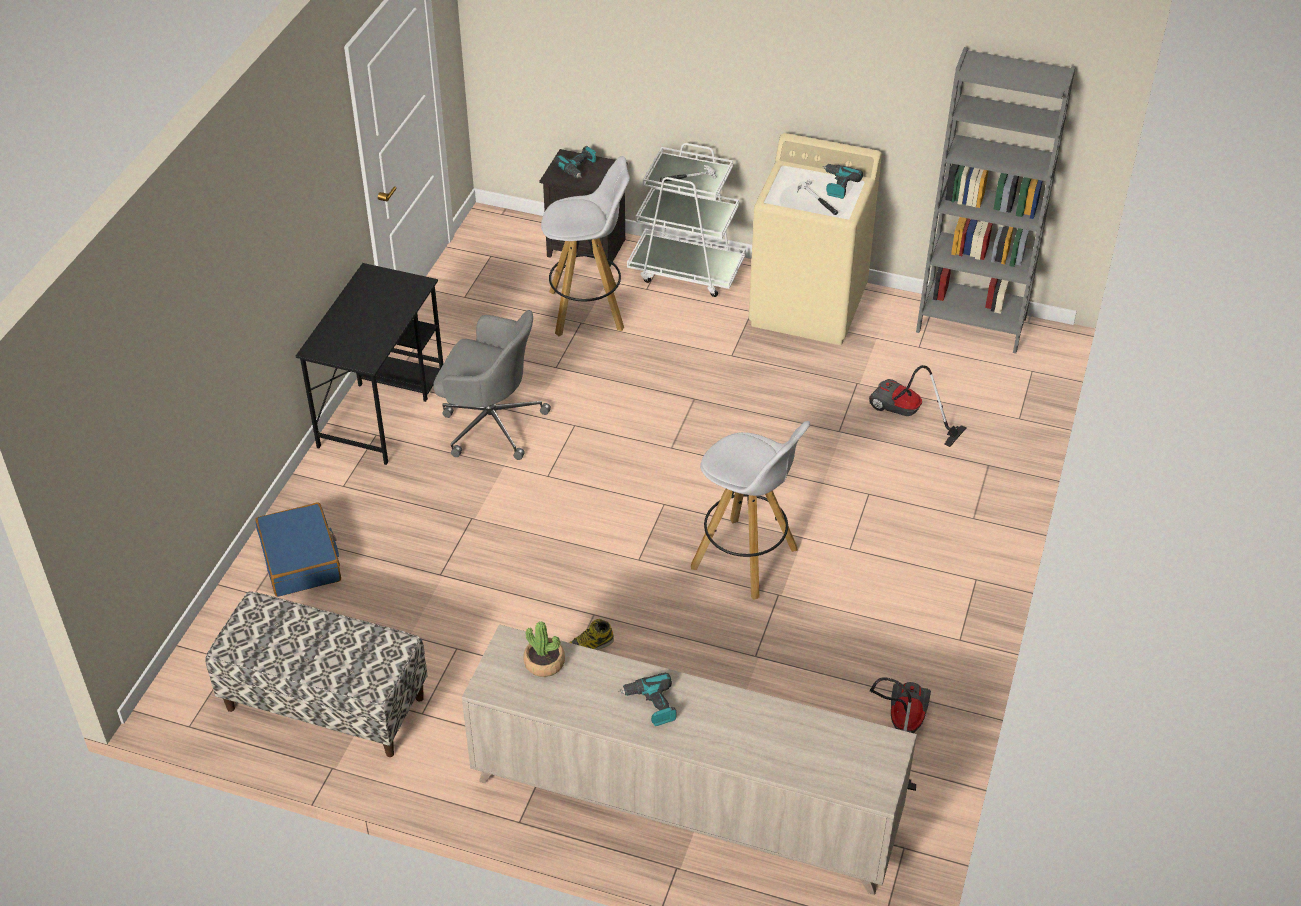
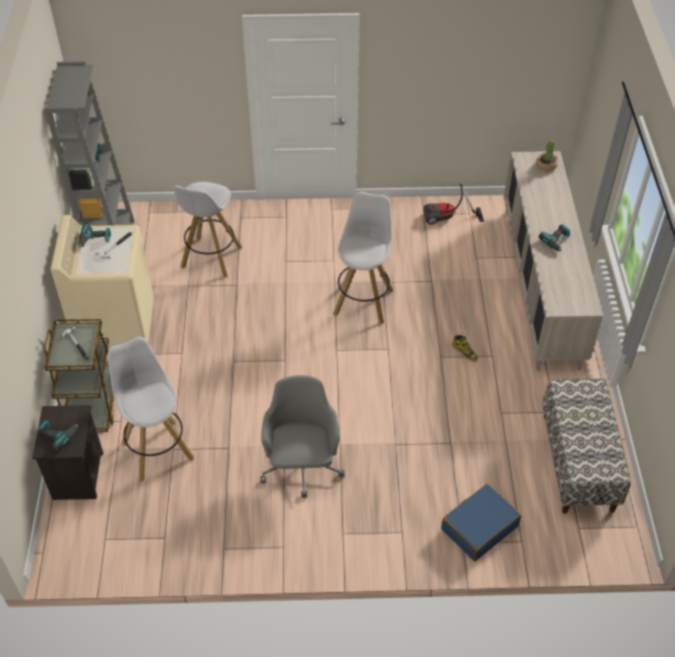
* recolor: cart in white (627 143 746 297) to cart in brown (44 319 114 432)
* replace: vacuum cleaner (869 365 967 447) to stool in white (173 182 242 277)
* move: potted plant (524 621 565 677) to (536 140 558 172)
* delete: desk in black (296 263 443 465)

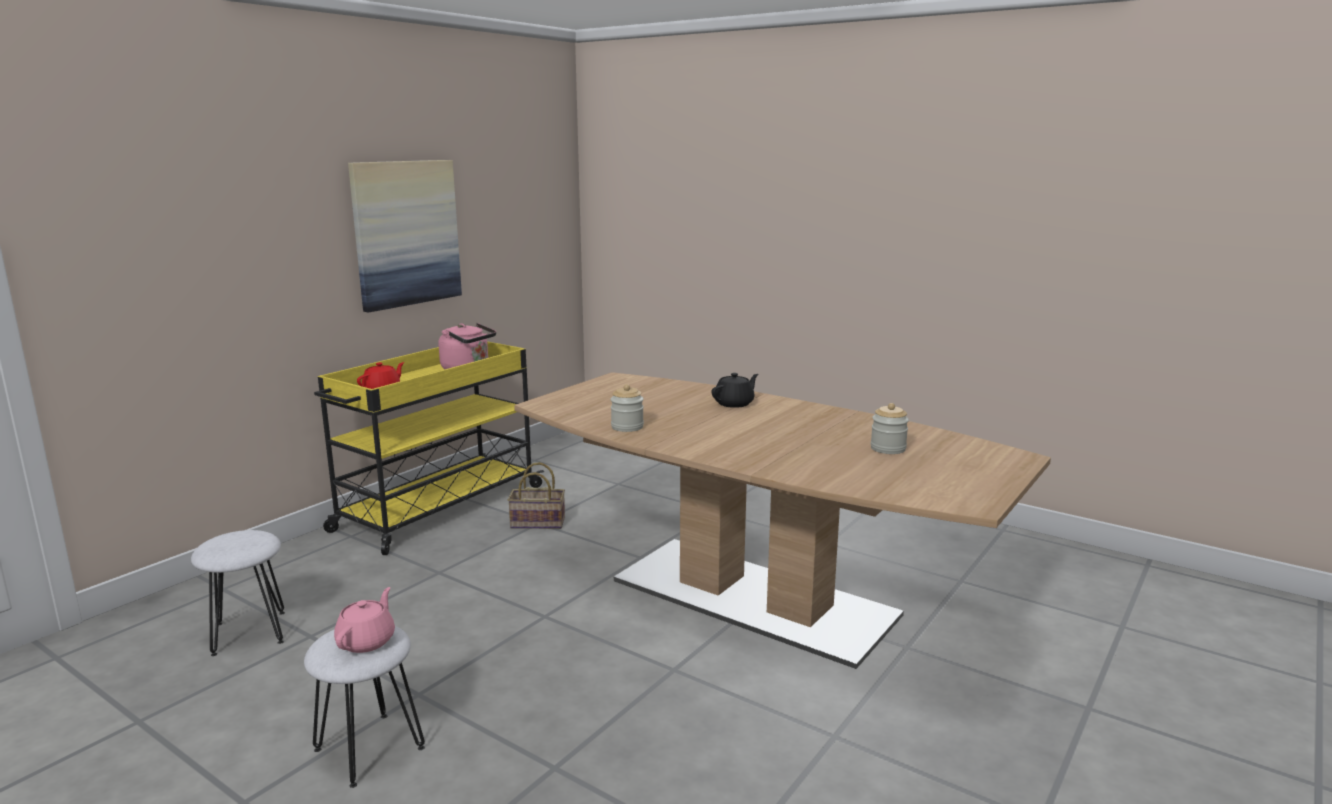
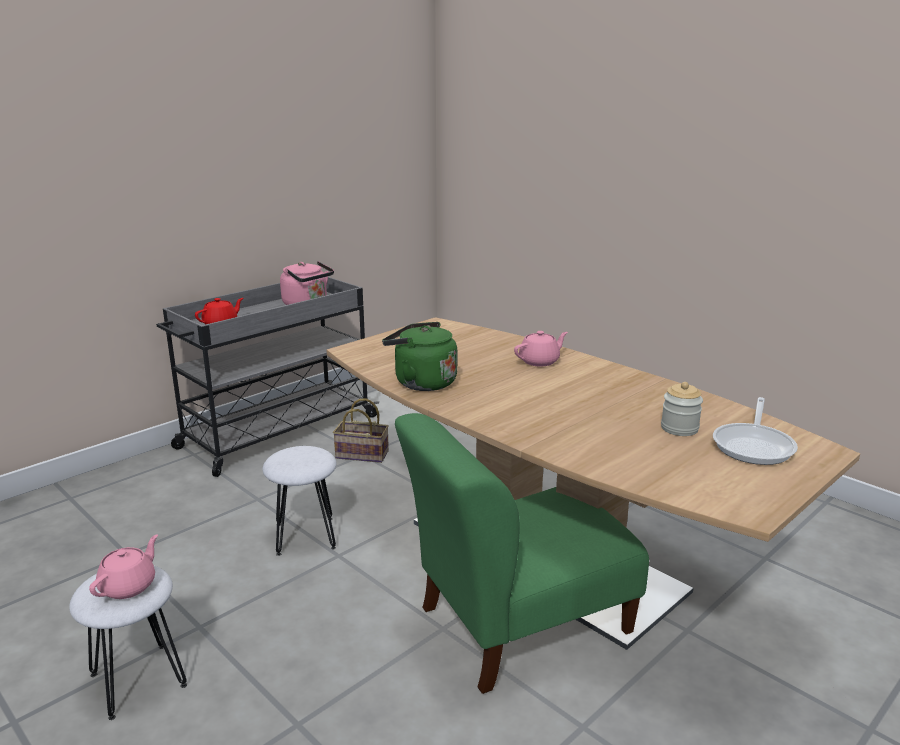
* recolor: cart in yellow (314 341 544 555) to cart in grey (156 277 379 477)
* move: stool in white (191 530 285 656) to (262 446 337 556)
* replace: jar (611 384 644 432) to kettle in green (382 322 457 391)
* insert: chair in green (395 413 649 694)
* recolor: teapot in black (711 373 758 408) to teapot in pink (514 331 568 366)
* insert: frying pan (713 397 798 465)
* delete: picture (348 160 462 312)

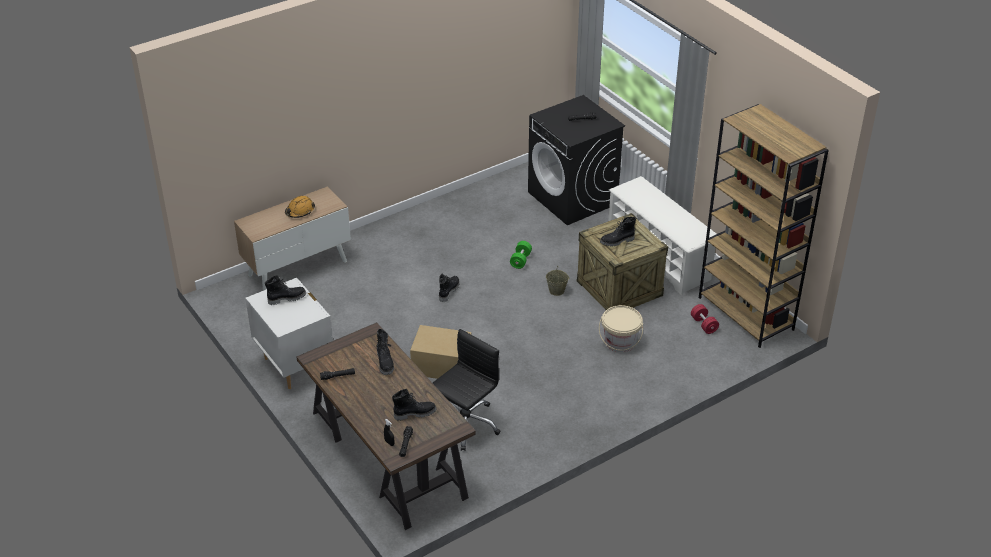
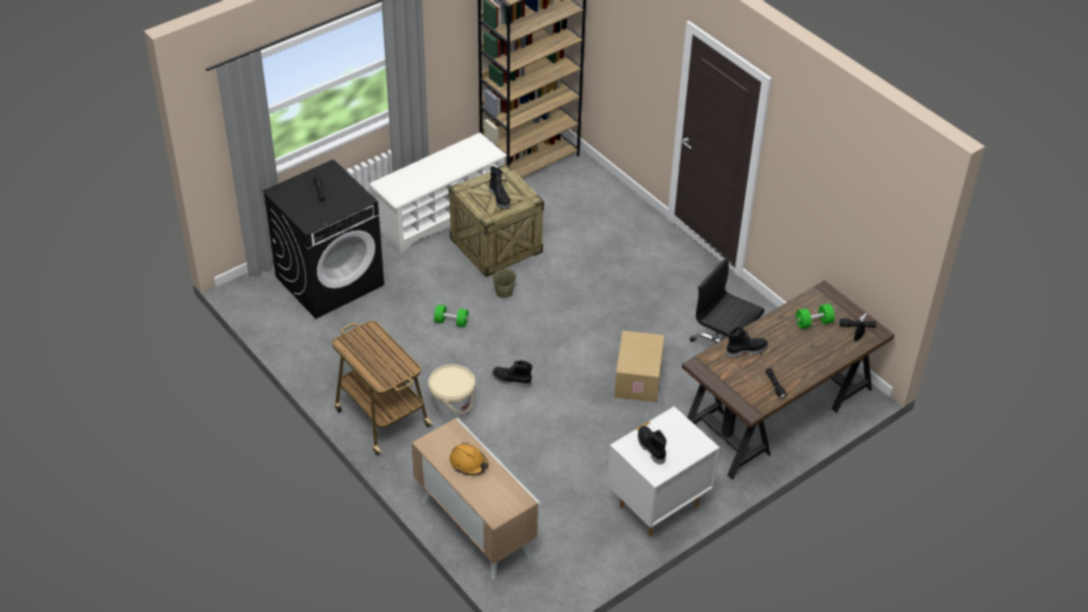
* insert: cart (332 321 433 455)
* move: bucket in beige (599 305 643 352) to (428 364 475 418)
* replace: boot in black (392 389 437 421) to dumbbell in green (796 304 835 329)
* delete: dumbbell in red (691 304 719 334)

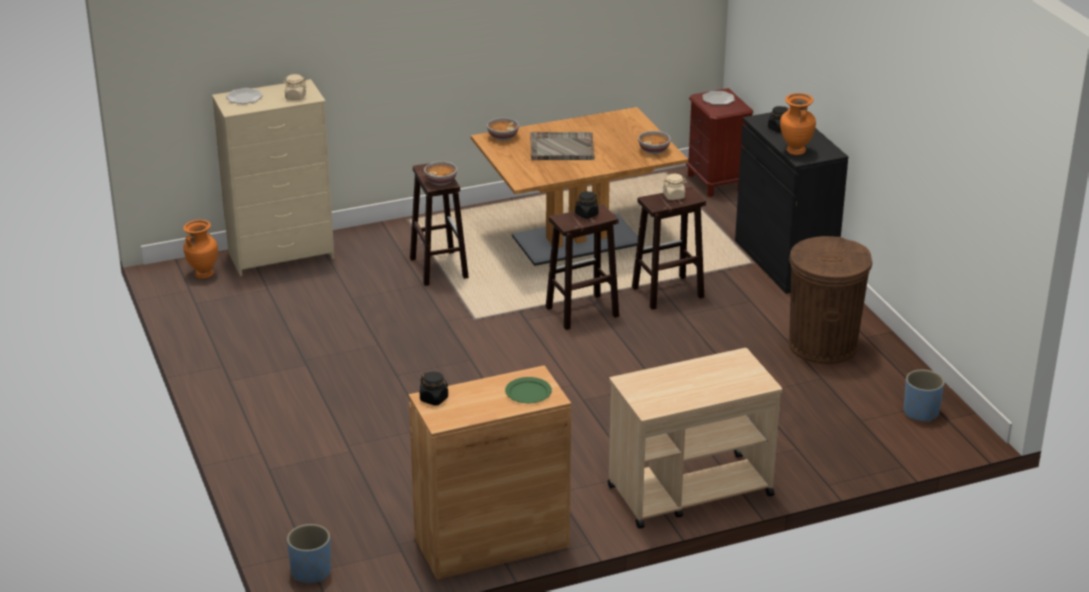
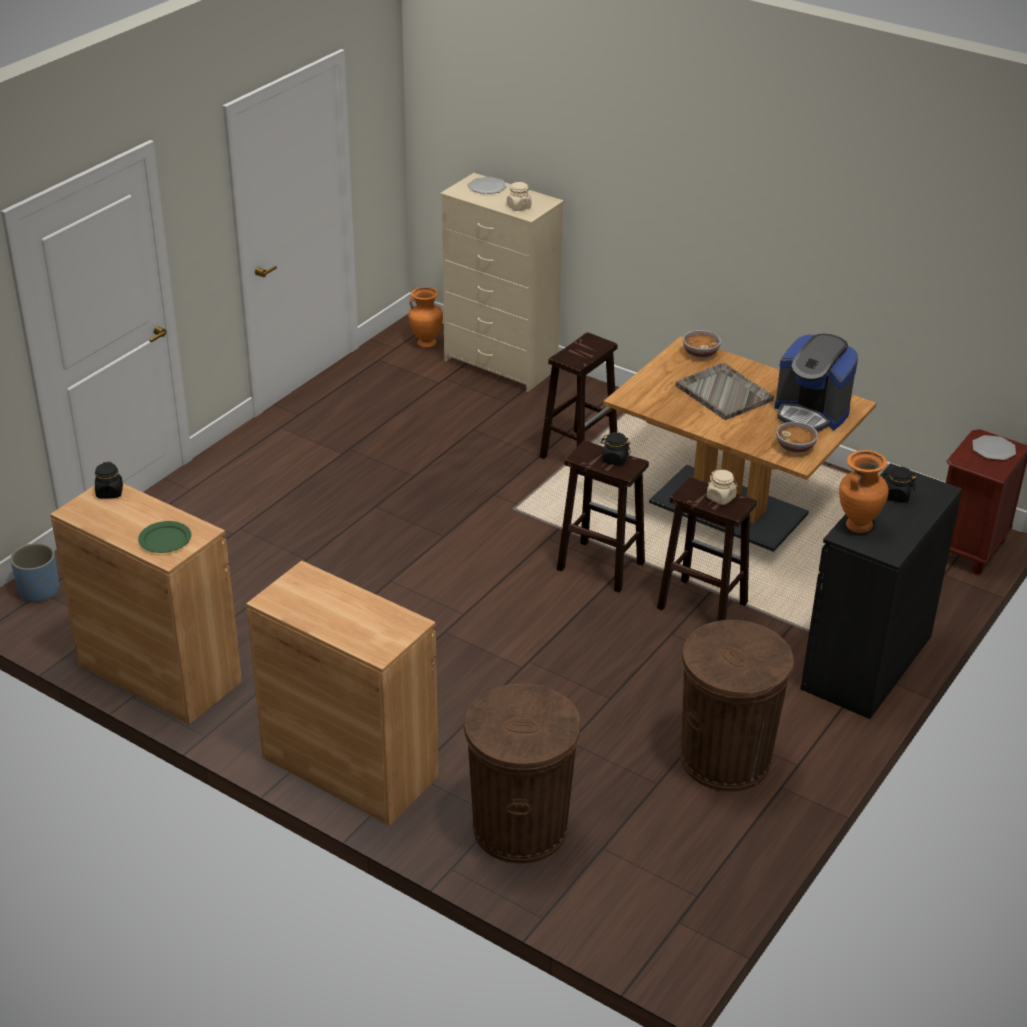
* replace: cart in beige (608 348 782 528) to cabinet in brown (246 560 439 826)
* insert: trash can in brown (464 683 580 863)
* insert: coffee machine (775 334 858 432)
* delete: bowl (424 161 457 185)
* delete: planter in blue (904 370 945 422)

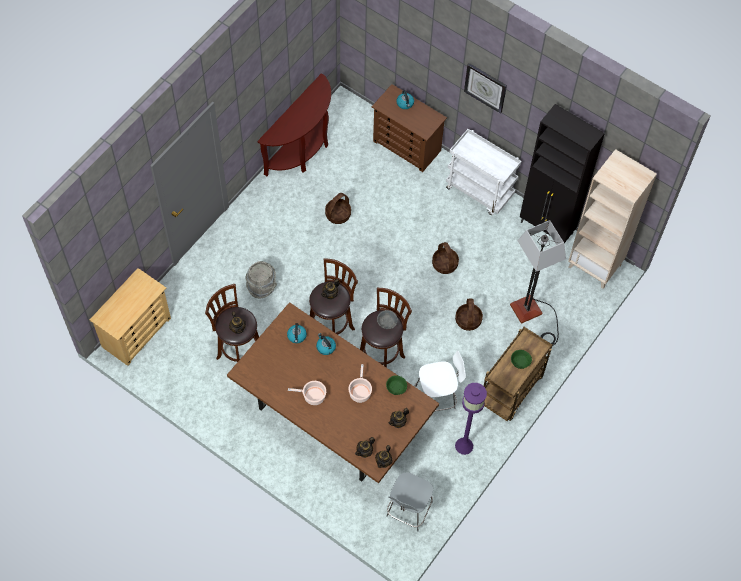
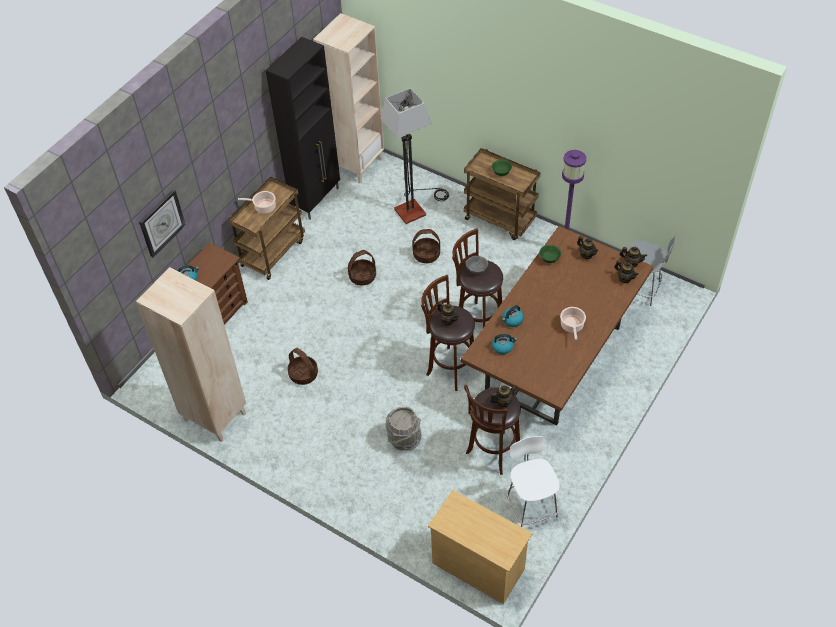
* replace: console table in brown (257 73 331 176) to bookcase in beige (136 267 246 442)
* move: wall clock (464 63 507 114) to (139 189 186 257)
* recolor: cart in white (446 129 521 215) to cart in brown (228 177 305 280)
* move: cooking pot (348 364 372 403) to (238 191 276 214)
* move: chair in white (415 351 466 411) to (506 436 560 527)

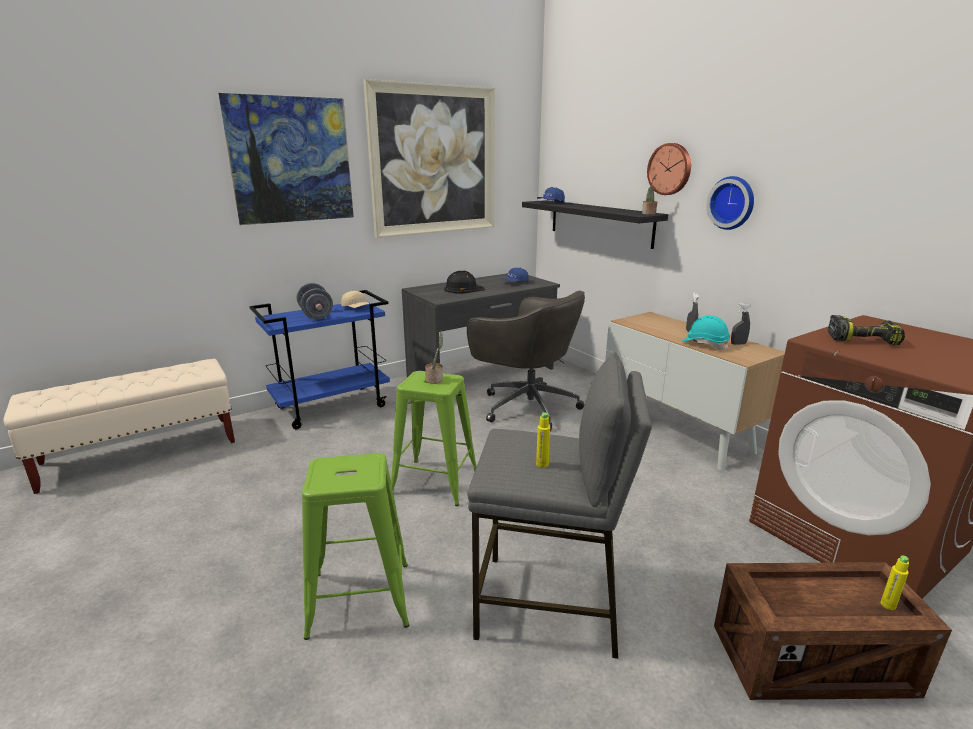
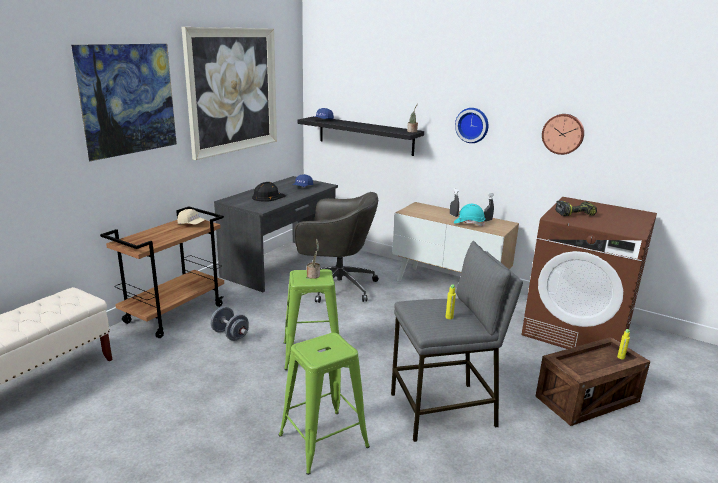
* recolor: cart in blue (249 290 390 429) to cart in brown (100 206 224 338)
* move: dumbbell in grey (297 283 333 320) to (211 306 249 341)
* move: wall clock (647 143 691 195) to (542 114 584 155)

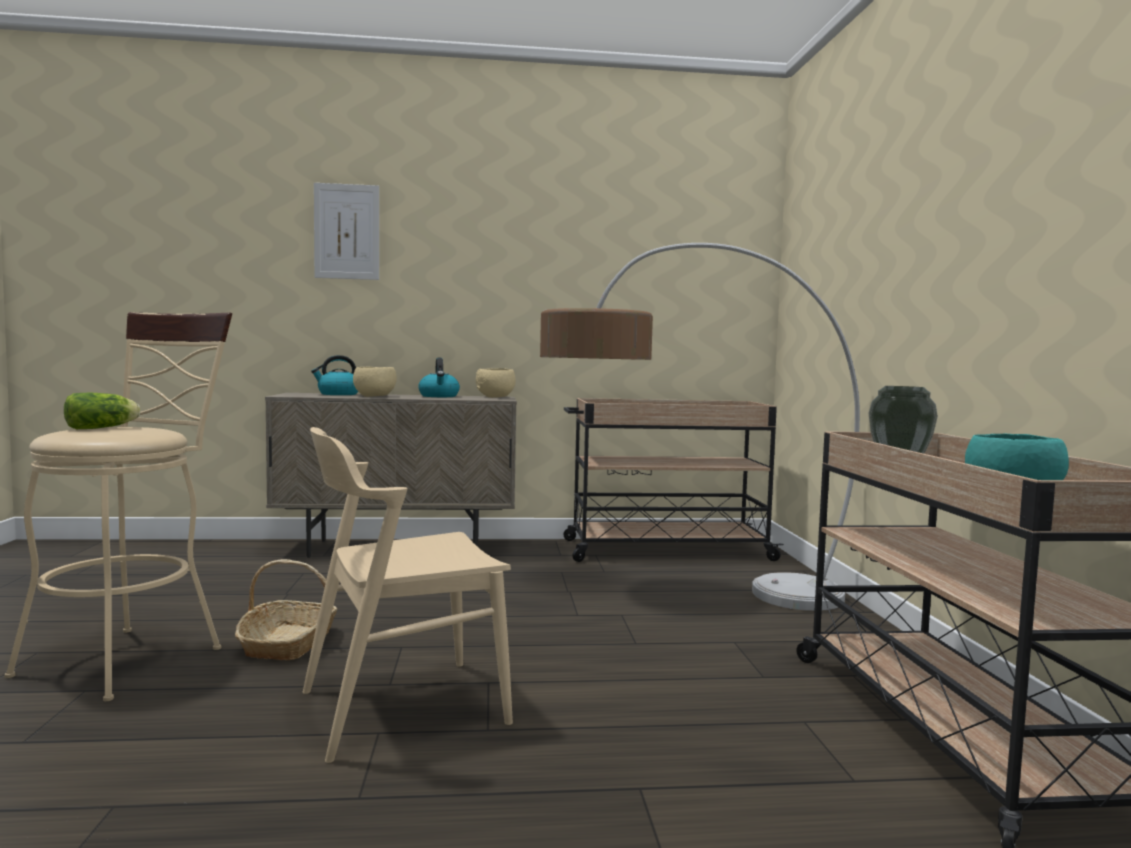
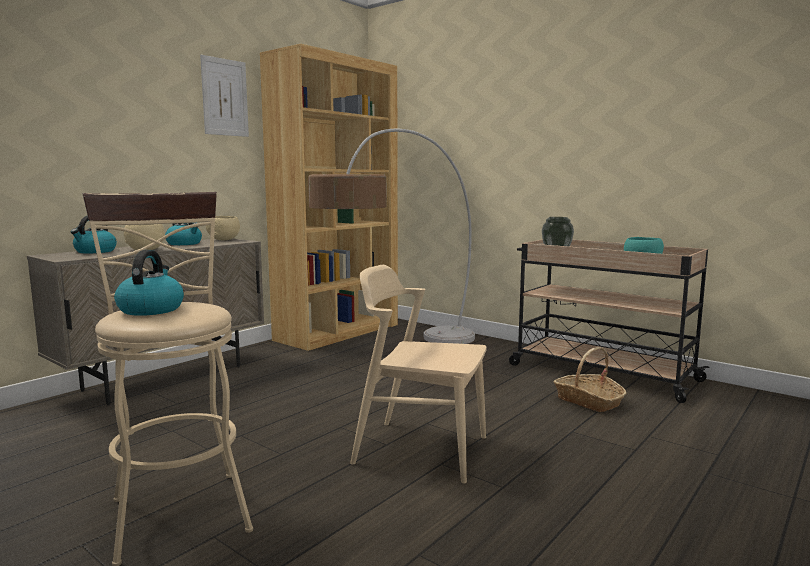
* replace: lettuce (64 393 140 429) to kettle (114 250 184 316)
* move: picture (314 183 379 280) to (200 55 249 137)
* replace: cart in beige (563 398 784 562) to bookcase in brown (260 44 398 351)
* rotate: chair in beige (303 427 513 763) = (350 265 487 484) 90 degrees clockwise
* move: basket (235 559 337 660) to (554 347 627 412)

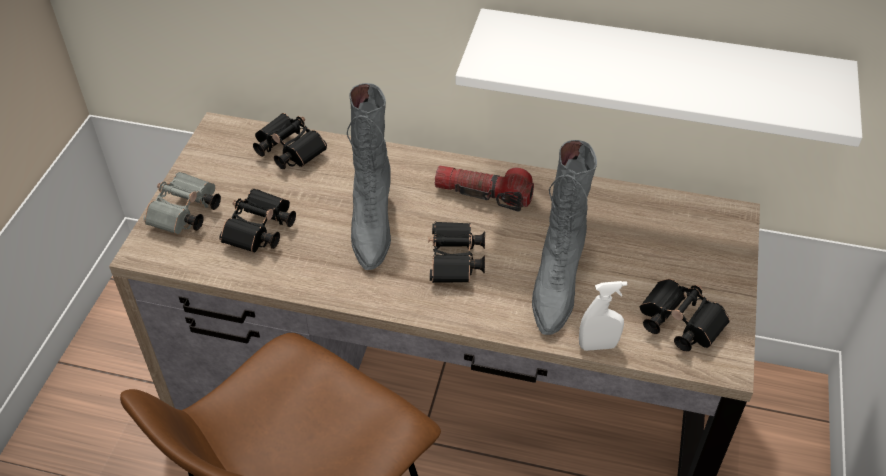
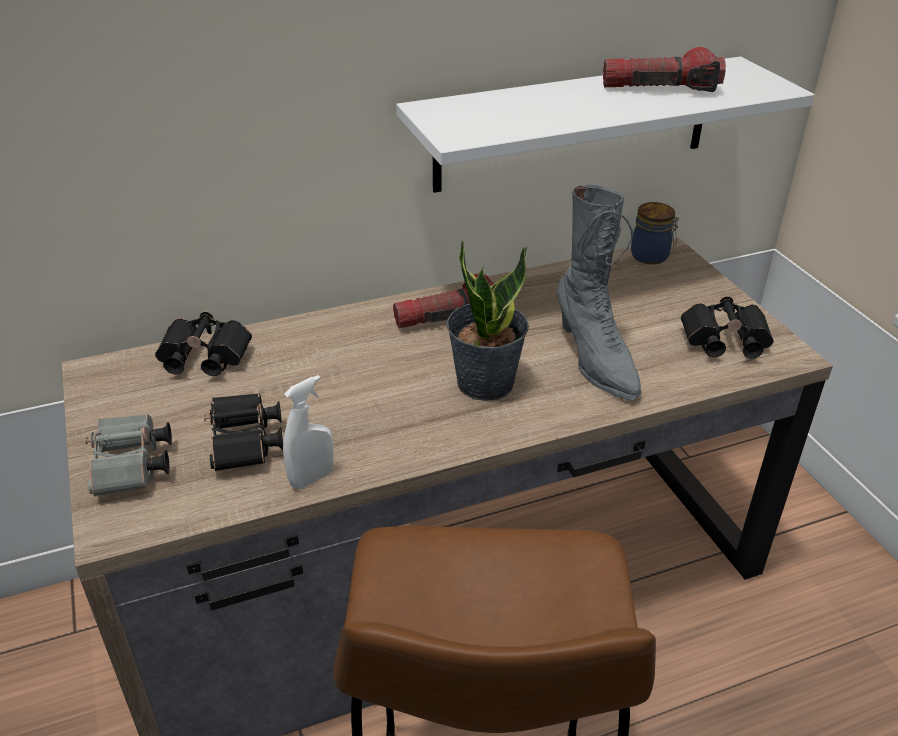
* move: spray bottle in white (579 281 627 351) to (283 375 334 489)
* replace: binoculars in black (428 222 485 283) to potted plant (446 240 529 401)
* insert: flashlight (603 47 726 92)
* insert: jar (631 202 679 264)
* delete: boot in grey (347 83 391 270)

